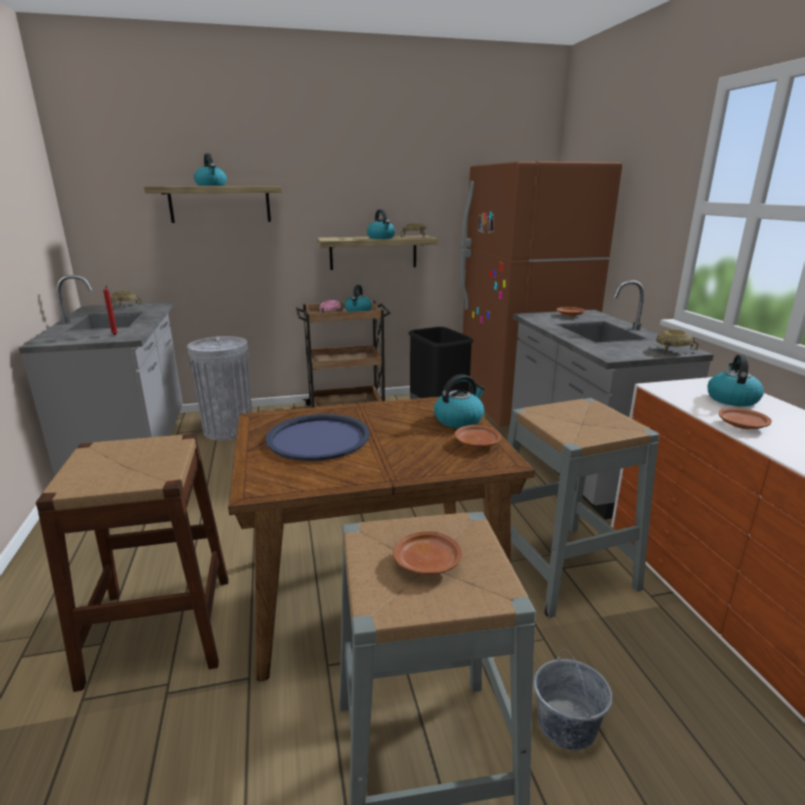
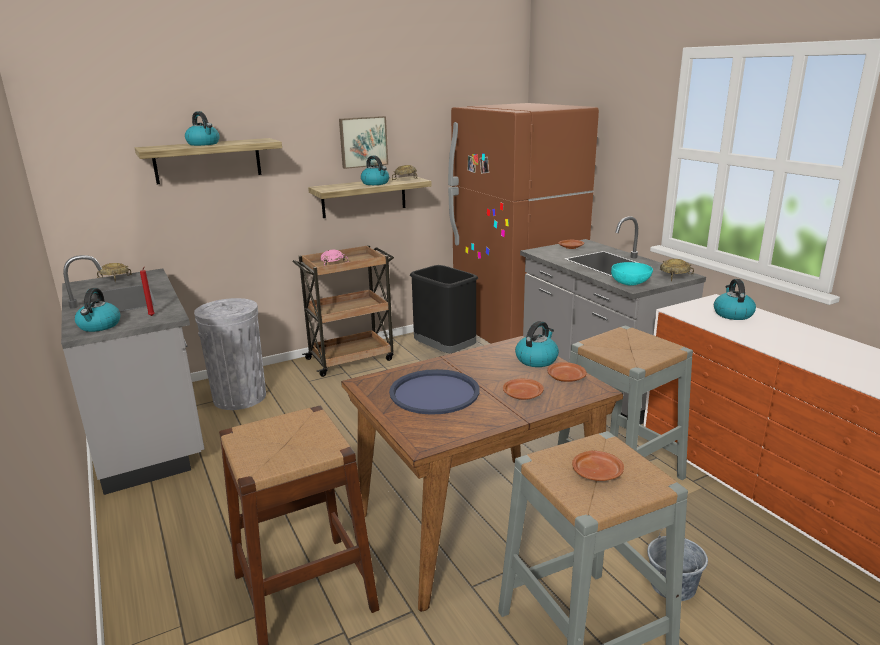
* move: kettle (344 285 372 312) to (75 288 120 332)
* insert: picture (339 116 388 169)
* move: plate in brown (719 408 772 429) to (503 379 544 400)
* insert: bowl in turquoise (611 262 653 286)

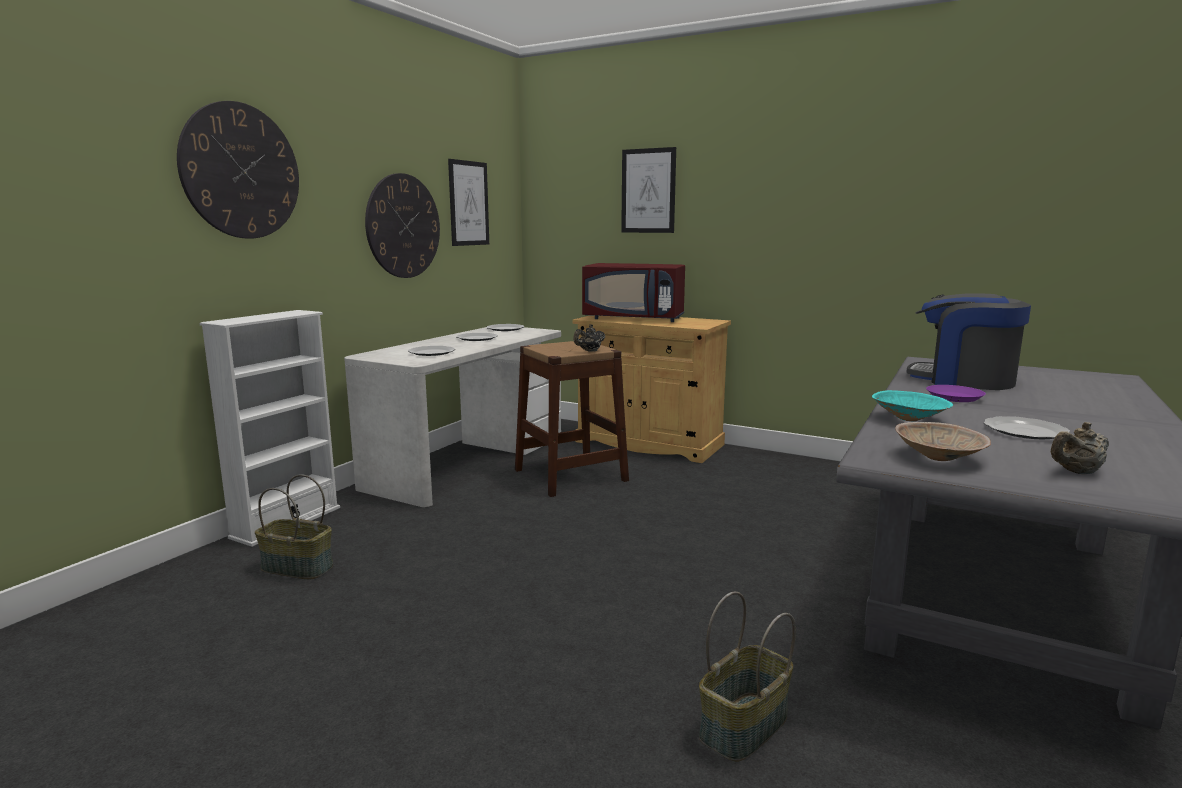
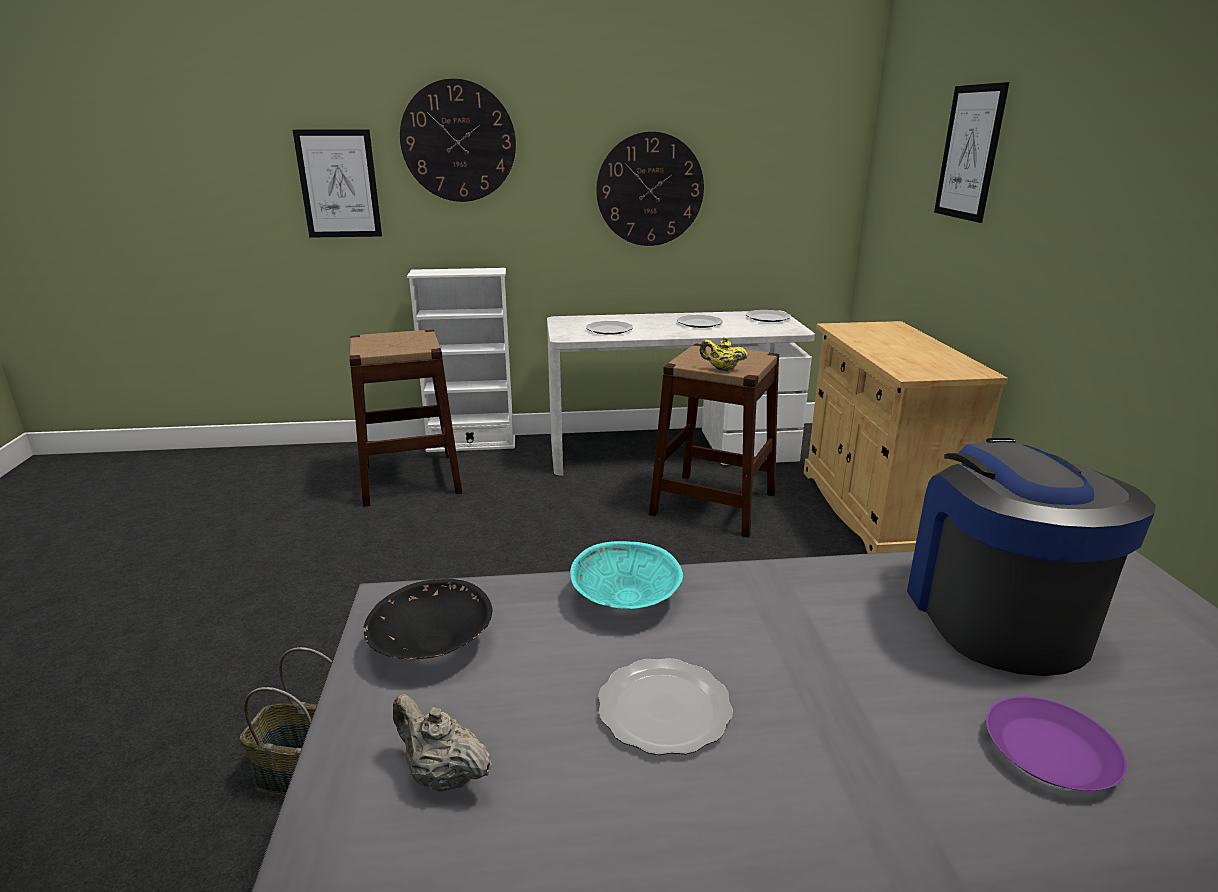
* move: picture (448 159 489 246) to (293 129 382 238)
* replace: basket (255 474 333 579) to stool in brown (349 330 462 507)
* recolor: bowl in beige (895 422 991 461) to bowl in black (364 579 493 659)
* recolor: teapot in black (573 324 605 352) to teapot in yellow (700 337 748 371)
* move: plate in purple (926 385 986 402) to (986 696 1127 791)
* delete: microwave in red (582 263 685 322)

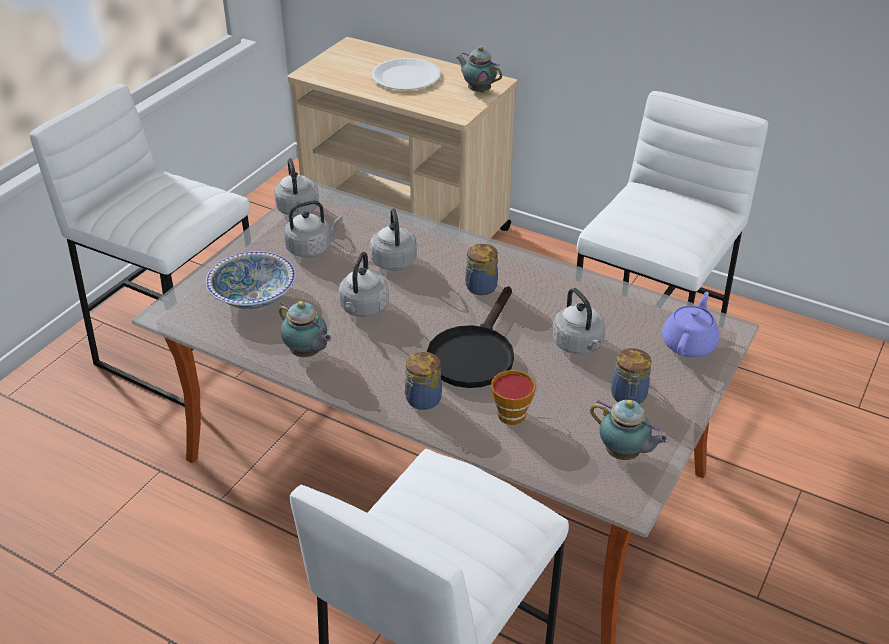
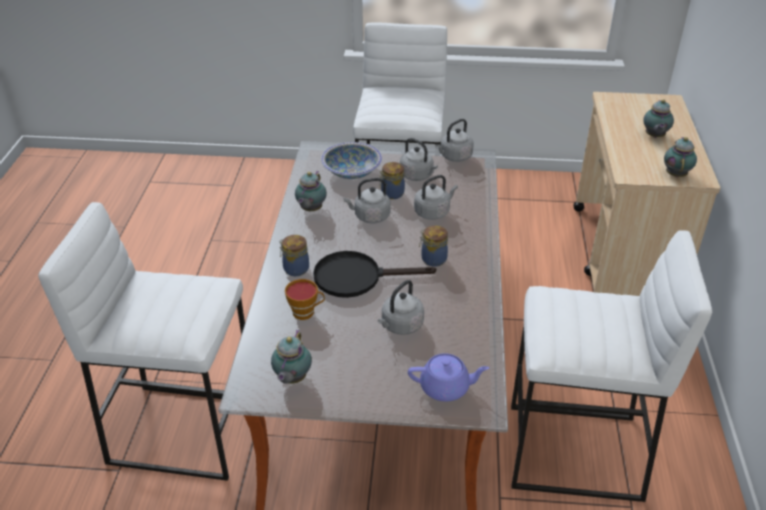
* move: jar (611 348 652 404) to (379 162 405 199)
* replace: plate in white (371 58 441 90) to teapot (643 99 674 138)

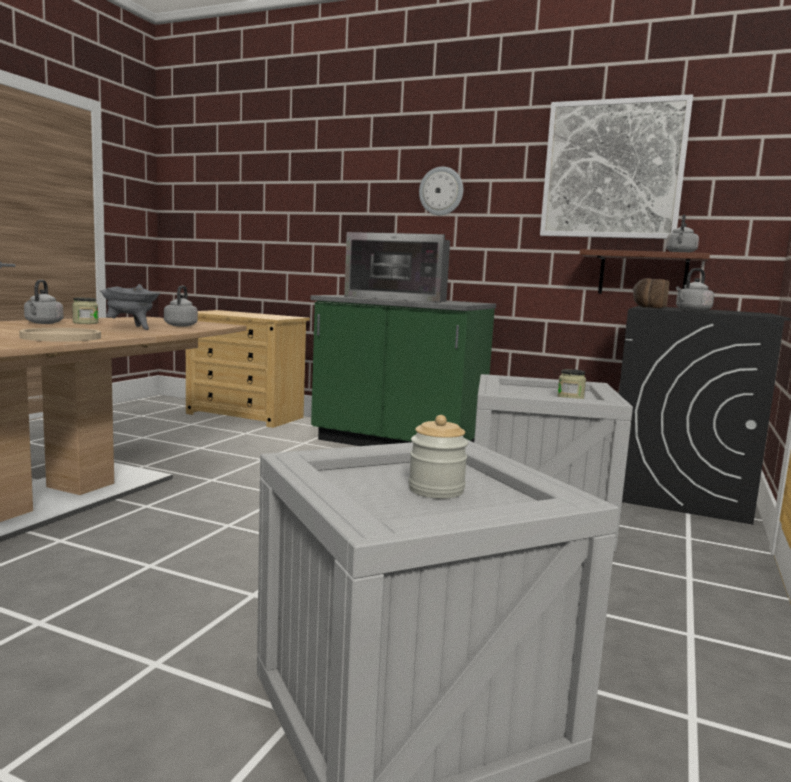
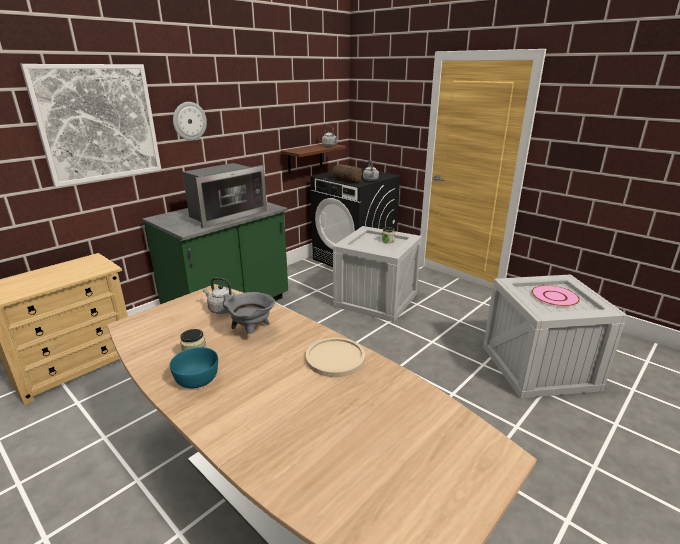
* move: picture (540 94 693 239) to (20 64 161 187)
* replace: kettle in grey (24 280 64 324) to bowl in turquoise (170 347 218 388)
* replace: jar (409 415 468 499) to plate in pink (532 285 580 307)

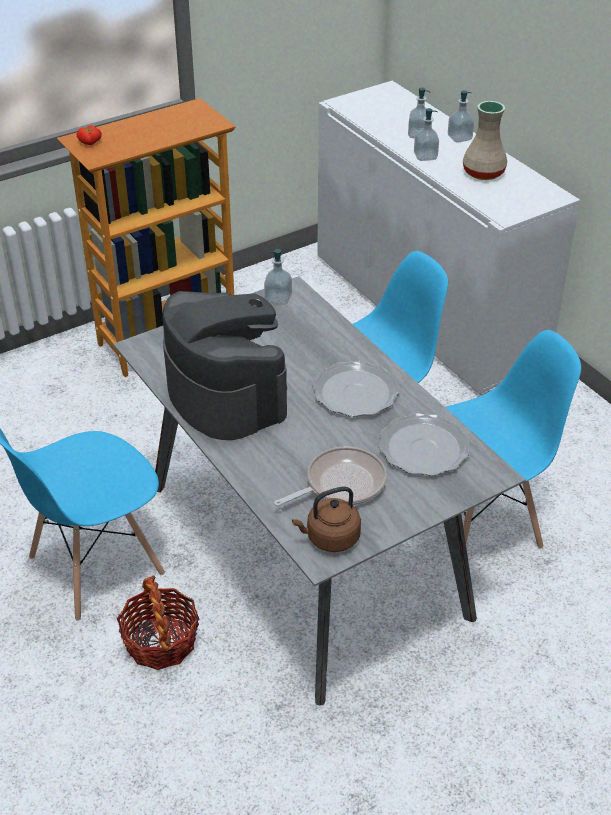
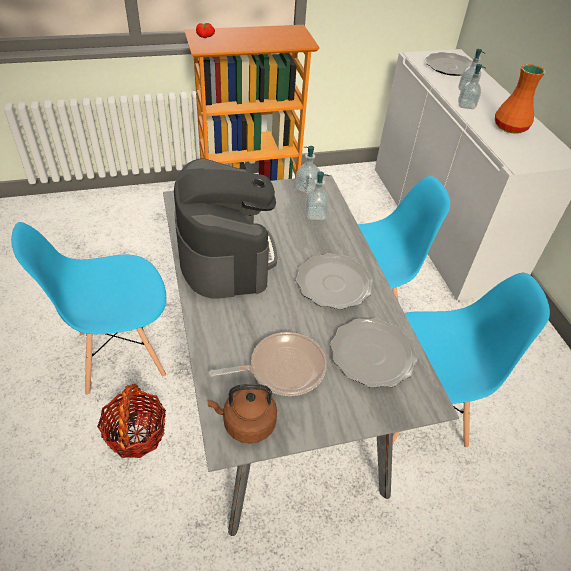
* move: soap dispenser (448 90 474 143) to (305 171 329 220)
* insert: plate (425 52 472 76)
* recolor: vase in beige (463 101 507 180) to vase in orange (495 64 546 134)

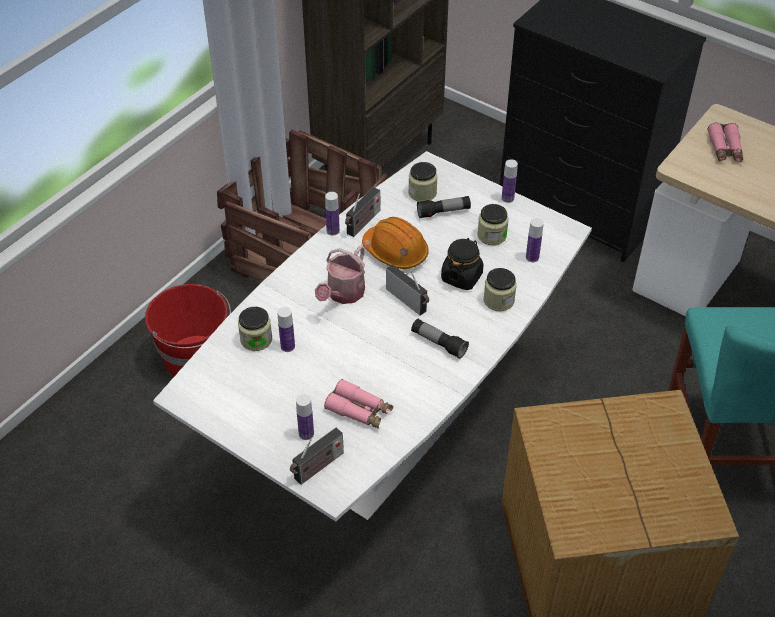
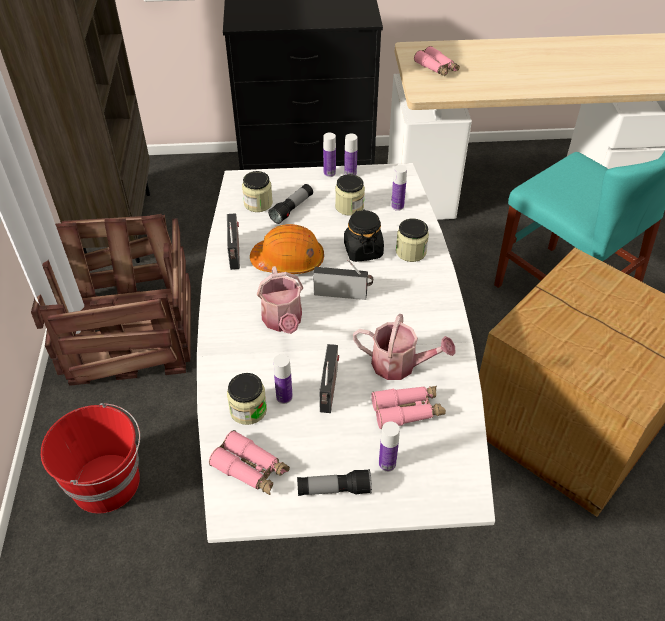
* insert: binoculars in pink (209 430 290 495)
* move: flashlight (411 319 469 359) to (297 469 372 496)
* move: radio (290 428 344 485) to (319 344 339 413)
* move: bottle (325 192 340 236) to (344 134 357 175)
* insert: watering can (353 314 456 380)

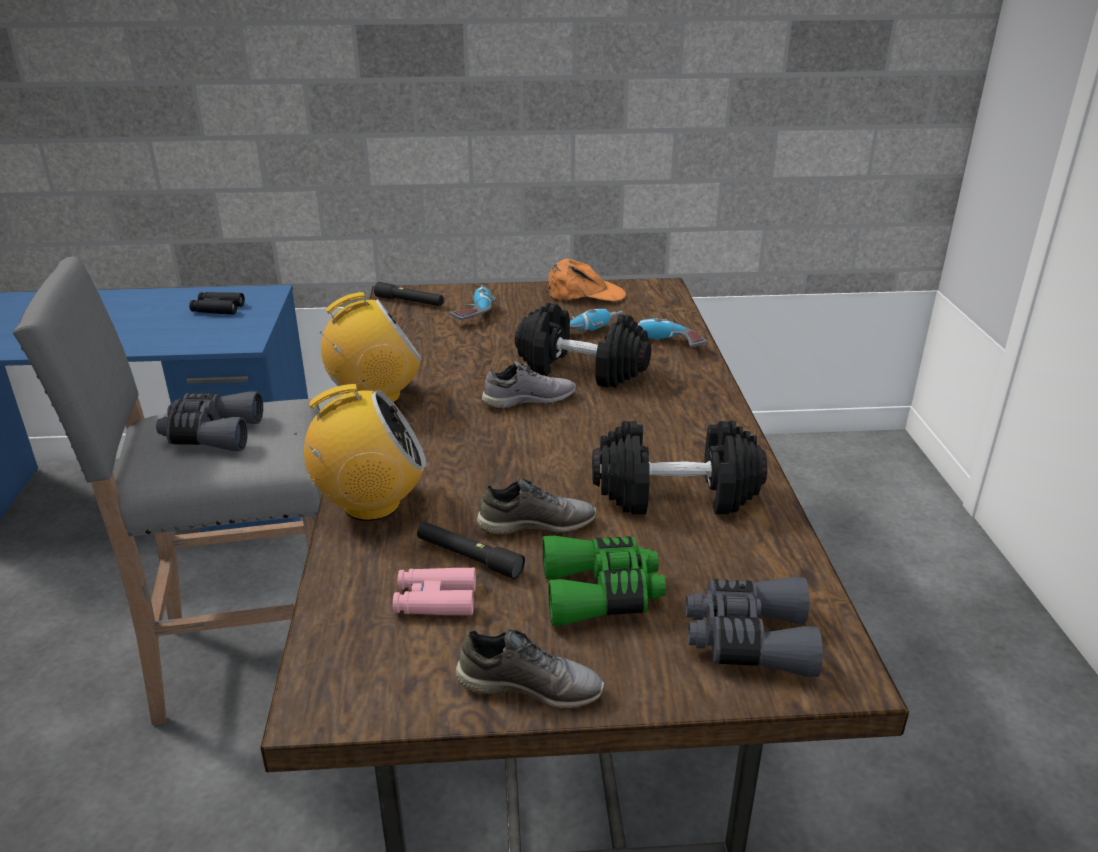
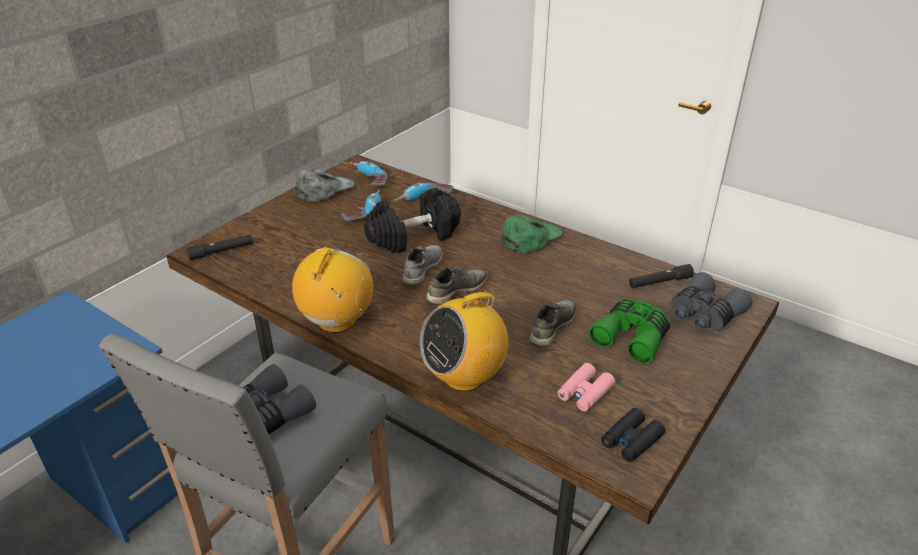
* recolor: cap in orange (547 259 626 301) to cap in grey (295 169 355 202)
* move: power drill (450 285 497 320) to (350 161 387 186)
* rotate: radio (294 384 426 521) = (420 286 509 392) 150 degrees counterclockwise
* move: shoe in grey (456 629 605 709) to (426 267 487 305)
* insert: cap in green (501 215 563 253)
* move: binoculars in black (189 292 245 314) to (601 408 665 462)
* move: flashlight in black (417 522 525 579) to (629 264 694 288)
* delete: dumbbell in black (592 421 767 515)

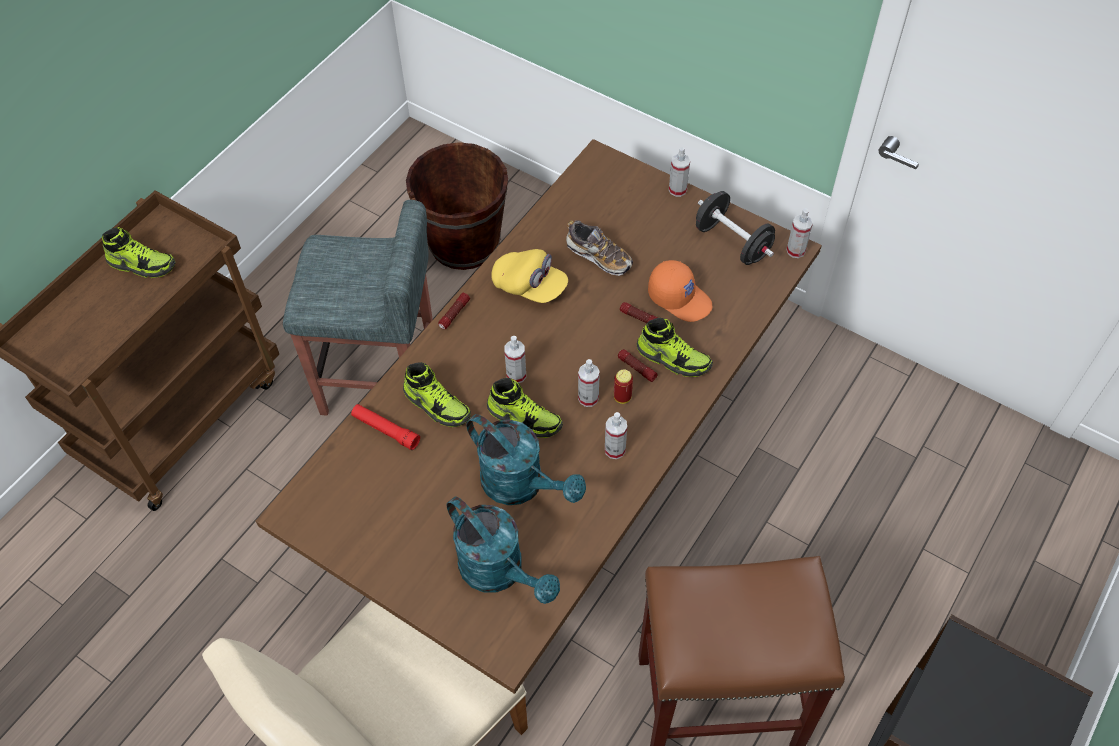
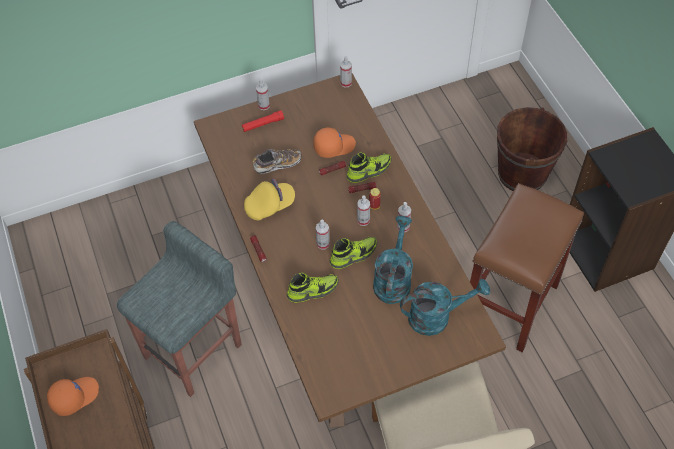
* replace: shoe (102 227 175 278) to cap in orange (47 377 99 416)
* move: flashlight in red (351 404 420 450) to (242 110 284 132)
* rotate: watering can in turquoise (466 414 586 505) = (373 216 413 304) 60 degrees counterclockwise
* move: bucket in brown (406 142 508 270) to (497 107 567 191)
* delete: dumbbell in black (696 191 775 265)

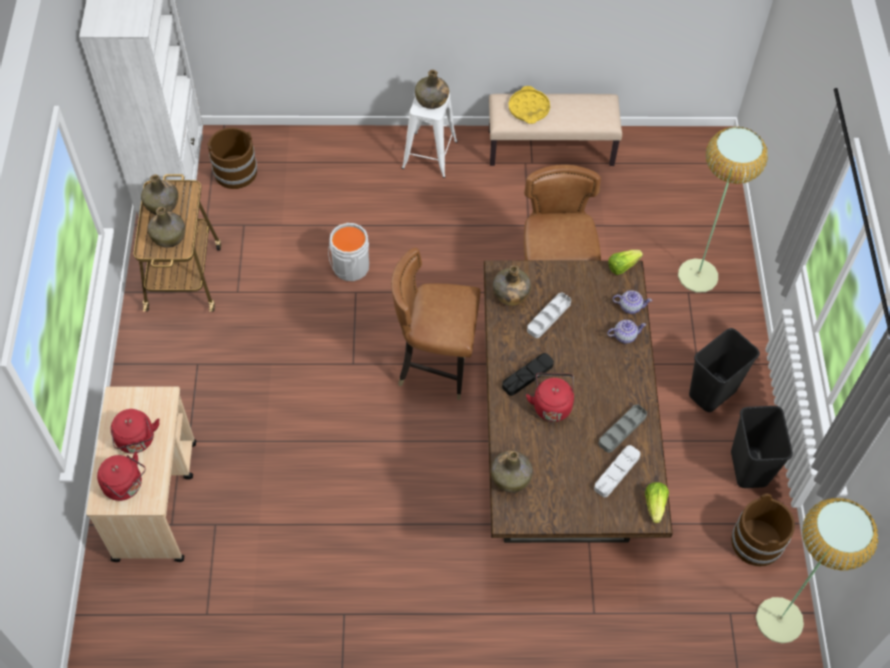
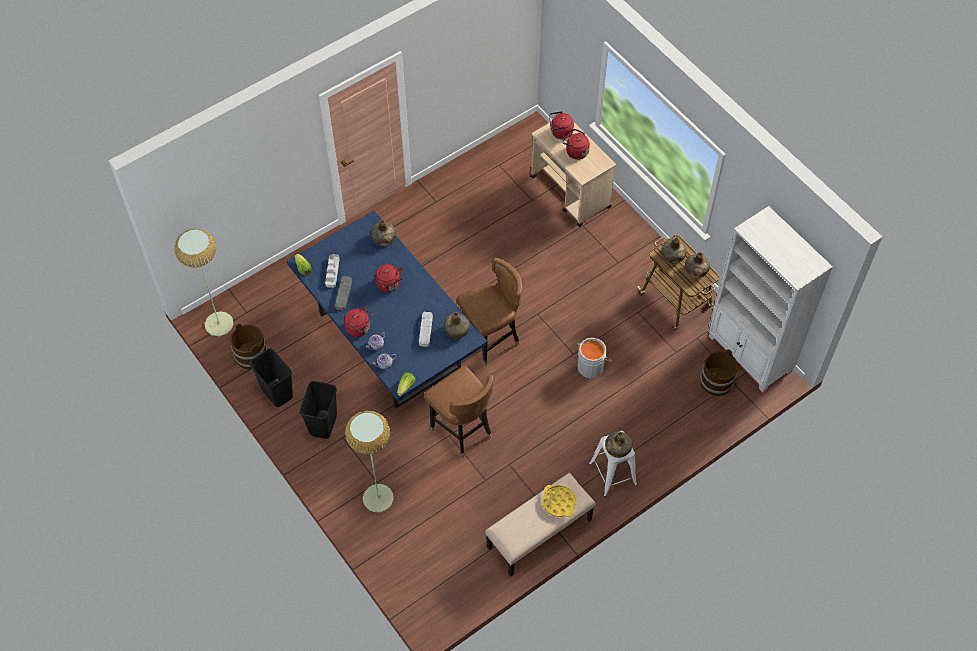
* recolor: dining table in brown (484 260 673 543) to dining table in blue (287 211 488 409)
* insert: kettle in red (344 306 373 337)
* delete: tray in black (502 353 554 396)

